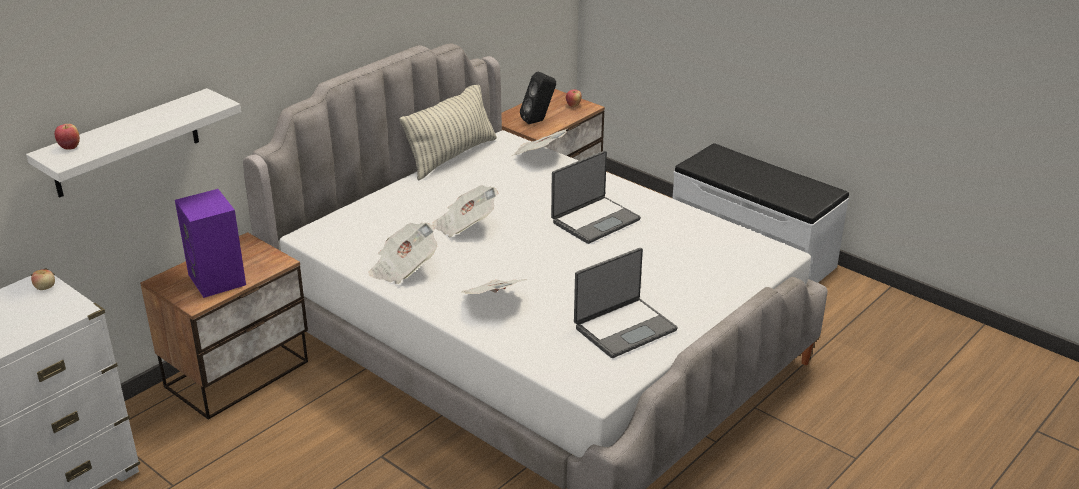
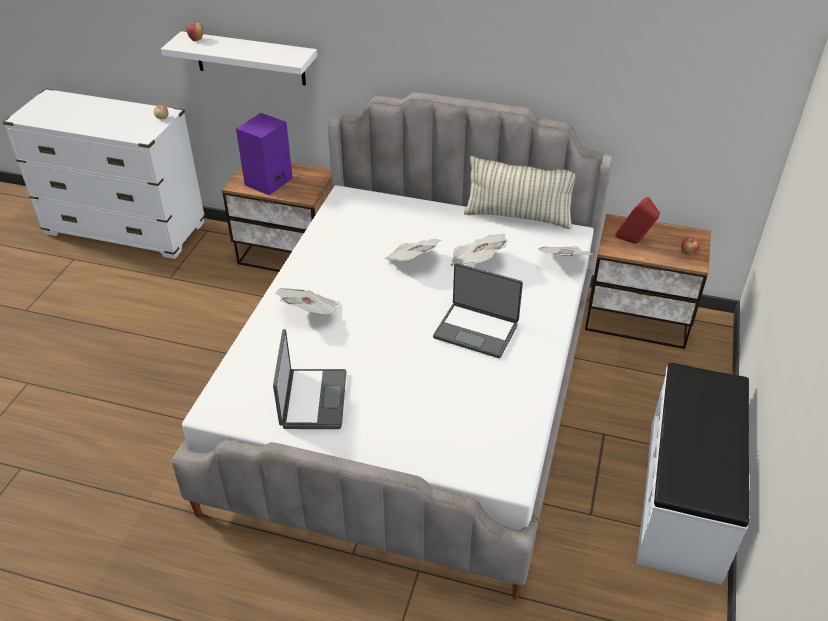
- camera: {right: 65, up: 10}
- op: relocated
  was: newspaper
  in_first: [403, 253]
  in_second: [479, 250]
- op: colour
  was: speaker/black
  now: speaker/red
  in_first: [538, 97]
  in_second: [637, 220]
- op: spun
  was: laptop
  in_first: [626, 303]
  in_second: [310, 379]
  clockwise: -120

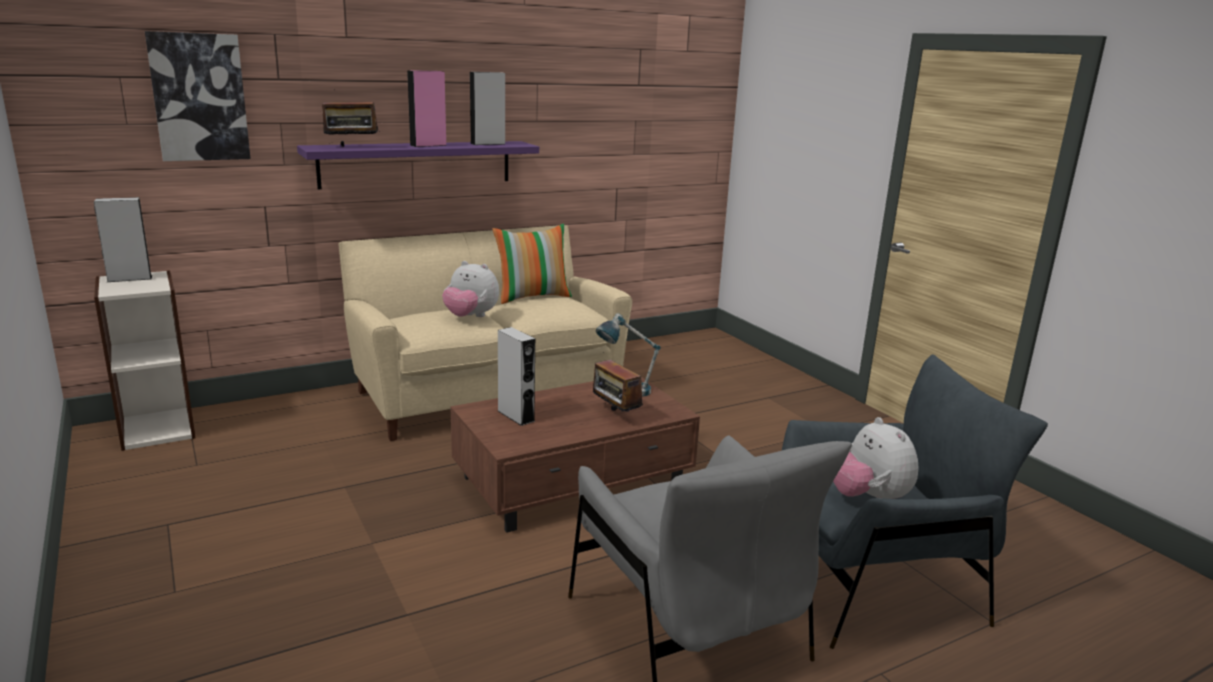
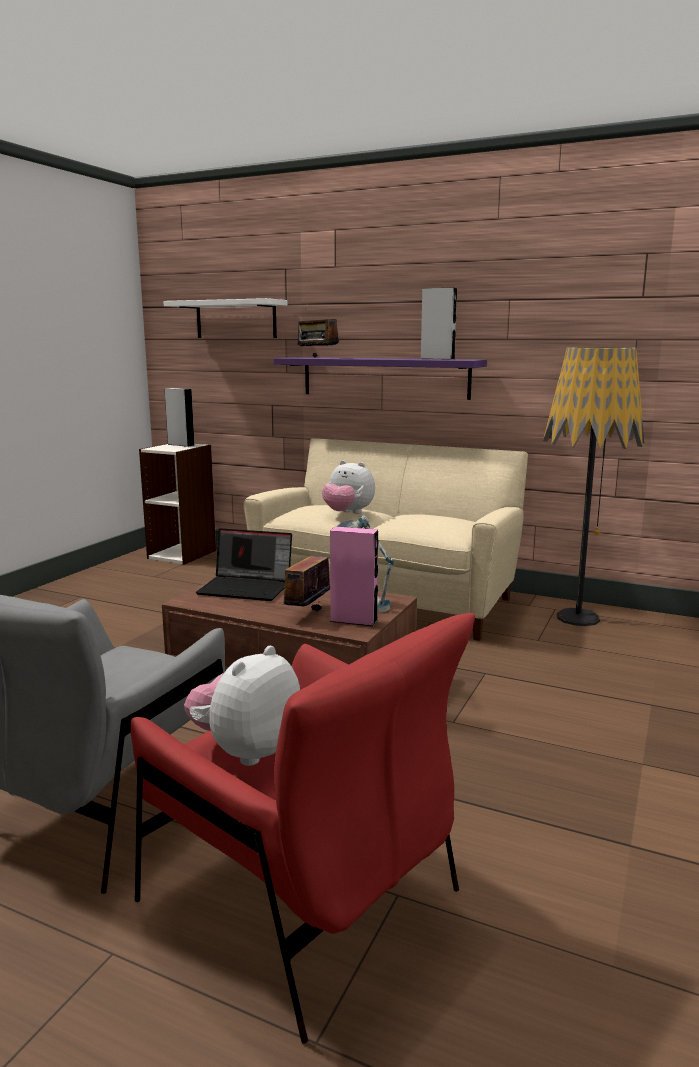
- camera: {right: 55, up: -5}
- op: exchanged
  was: picture
  now: shelf/white
  in_first: [198, 96]
  in_second: [225, 318]
- op: relocated
  was: speaker/pink
  in_first: [427, 108]
  in_second: [354, 576]
- op: spun
  was: plush toy
  in_first: [470, 289]
  in_second: [348, 487]
  clockwise: -45
- op: missing
  was: pillow
  in_first: [532, 264]
- op: exchanged
  was: speaker/grey
  now: laptop
  in_first: [516, 376]
  in_second: [244, 564]
- op: colour
  was: armchair/grey
  now: armchair/red
  in_first: [915, 501]
  in_second: [302, 828]
- op: appeared
  now: floor lamp
  in_second: [593, 486]

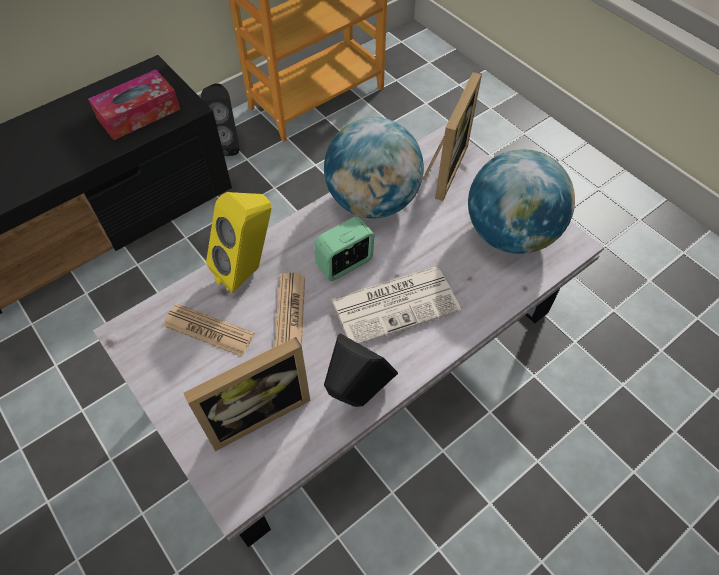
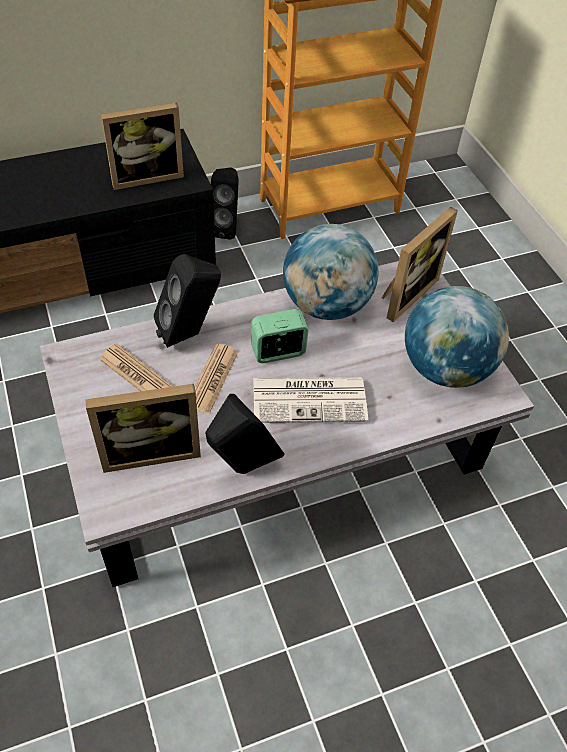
- camera: {right: 15, up: -5}
- op: exchanged
  was: tissue box
  now: picture frame
  in_first: [134, 105]
  in_second: [142, 146]
- op: colour
  was: speaker/yellow
  now: speaker/black
  in_first: [238, 242]
  in_second: [187, 301]

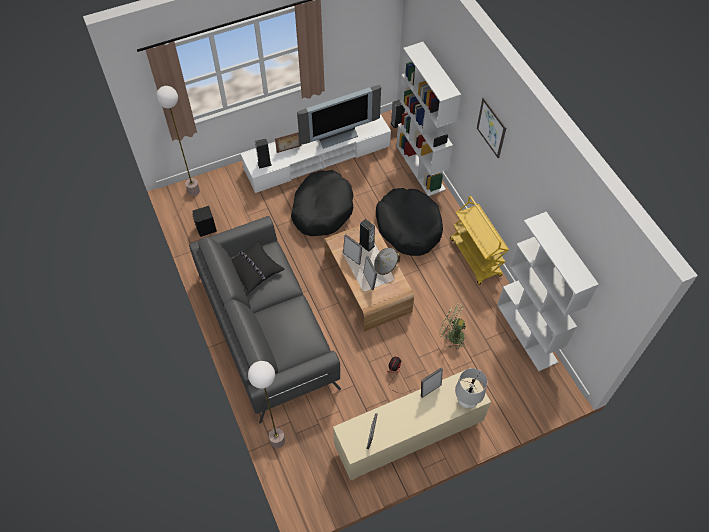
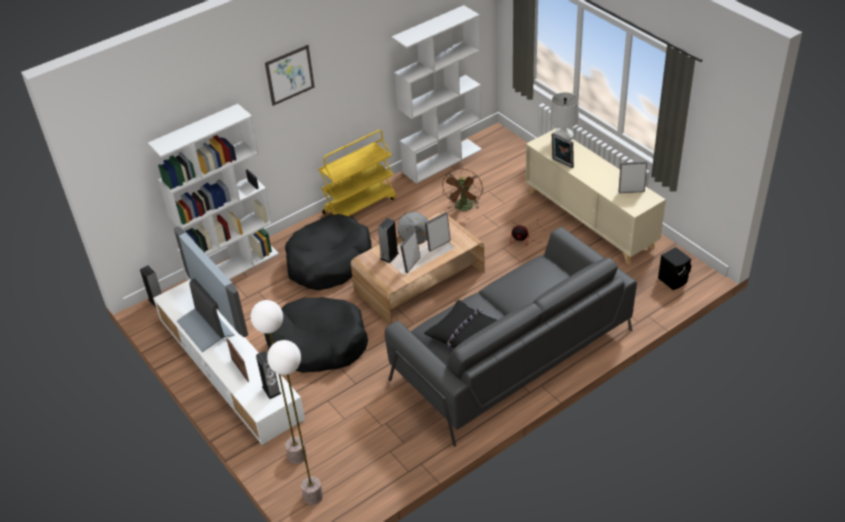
- camera: {right: -100, up: -15}
- op: relocated
  was: speaker/black
  in_first: [204, 221]
  in_second: [674, 268]
- op: relocated
  was: floor lamp
  in_first: [266, 404]
  in_second: [279, 382]
- op: colour
  was: fan/green
  now: fan/brown
  in_first: [454, 326]
  in_second: [462, 190]

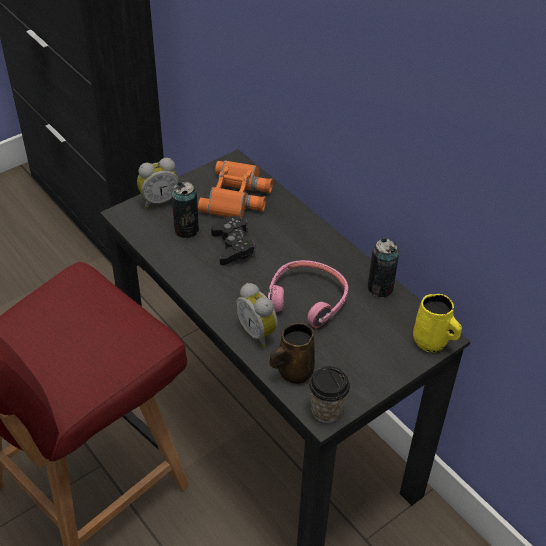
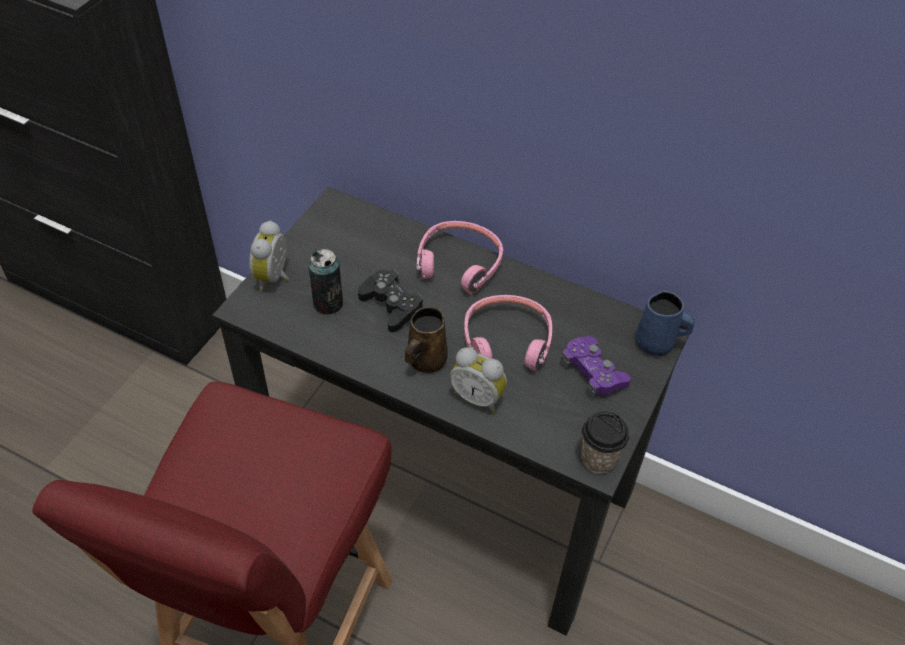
- camera: {right: -25, up: 5}
- op: spun
  was: alarm clock
  in_first: [158, 183]
  in_second: [269, 256]
  clockwise: 150
- op: missing
  was: binoculars/orange
  in_first: [235, 189]
- op: relocated
  was: mug/brown
  in_first: [292, 353]
  in_second: [426, 340]
- op: missing
  was: can
  in_first: [383, 267]
- op: colour
  was: mug/yellow
  now: mug/blue
  in_first: [437, 323]
  in_second: [665, 323]
- op: appeared
  now: headphones/pink
  in_second: [460, 257]
- op: appeared
  now: game controller/purple
  in_second: [595, 367]

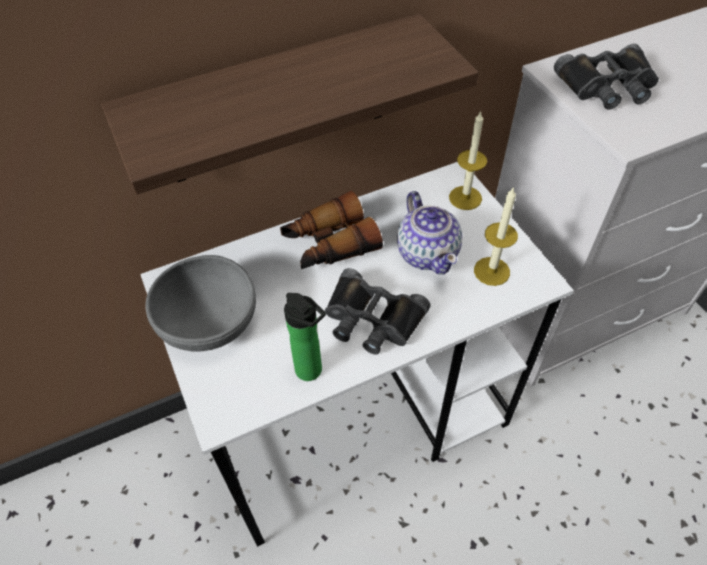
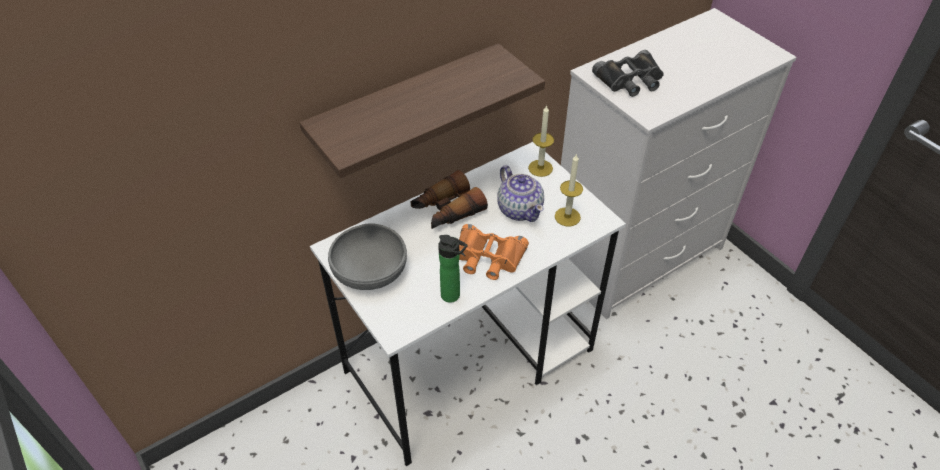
- camera: {right: -10, up: -5}
- op: colour
  was: binoculars/black
  now: binoculars/orange
  in_first: [378, 311]
  in_second: [494, 252]

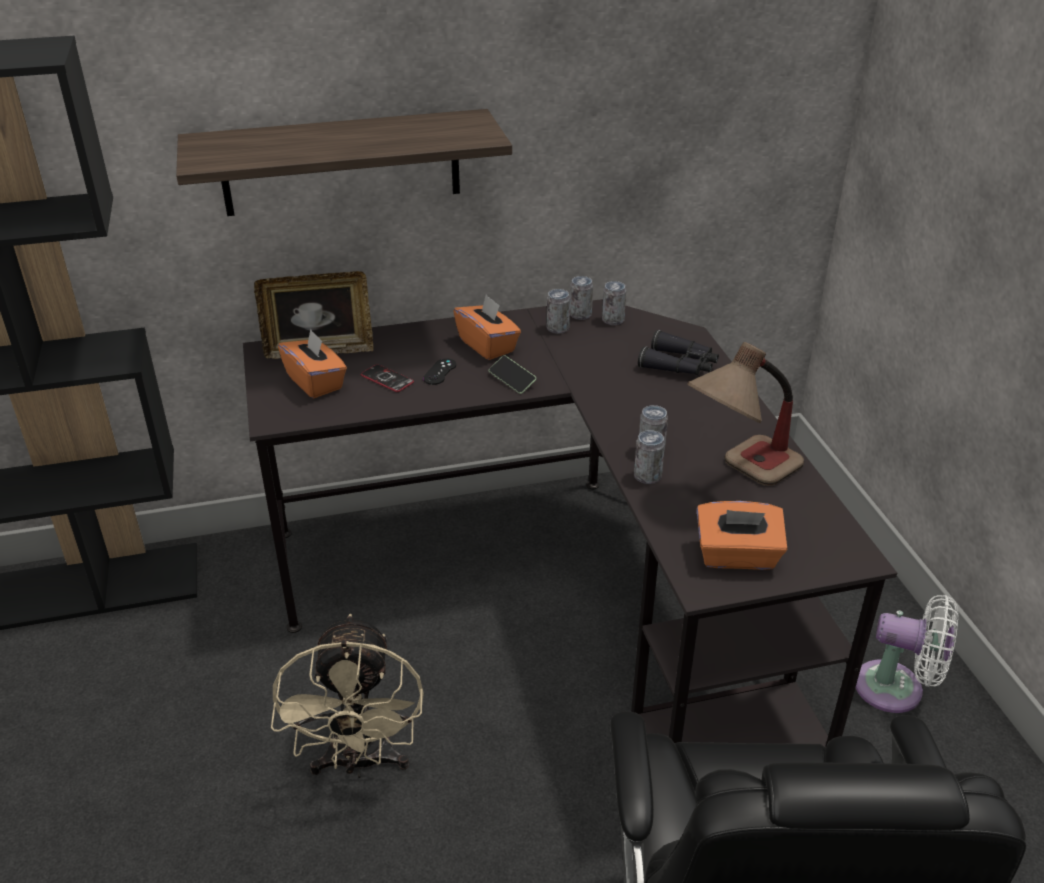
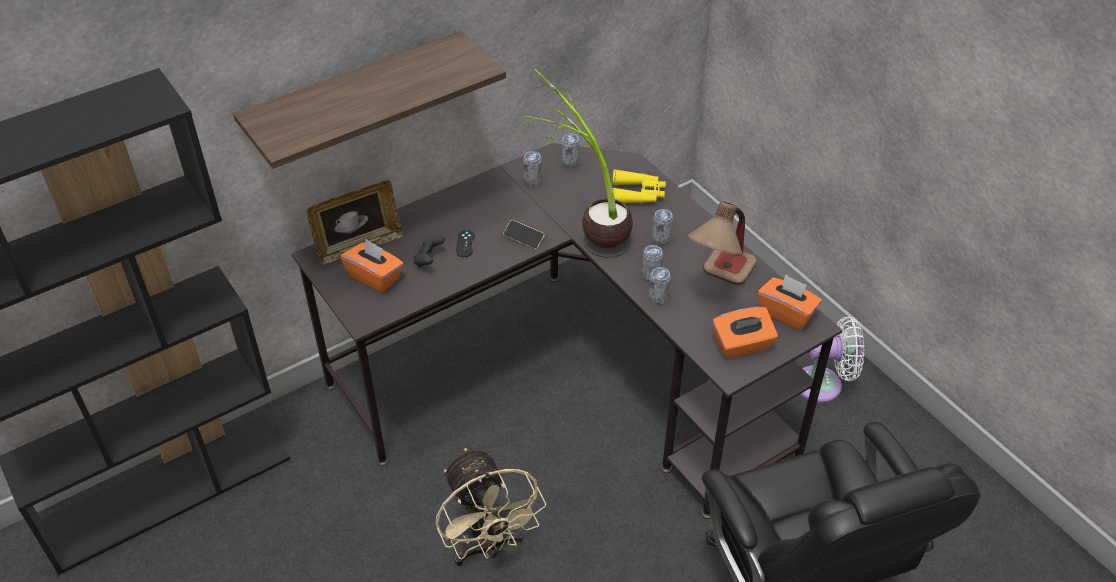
- camera: {right: -20, up: 10}
- op: exchanged
  was: phone
  now: game controller/black
  in_first: [387, 378]
  in_second: [429, 251]
- op: relocated
  was: tissue box/orange
  in_first: [487, 327]
  in_second: [790, 302]
- op: relocated
  was: can
  in_first: [581, 298]
  in_second: [662, 227]
- op: colour
  was: binoculars/black
  now: binoculars/yellow
  in_first: [678, 352]
  in_second: [639, 186]
- op: appeared
  now: potted plant
  in_second: [578, 163]

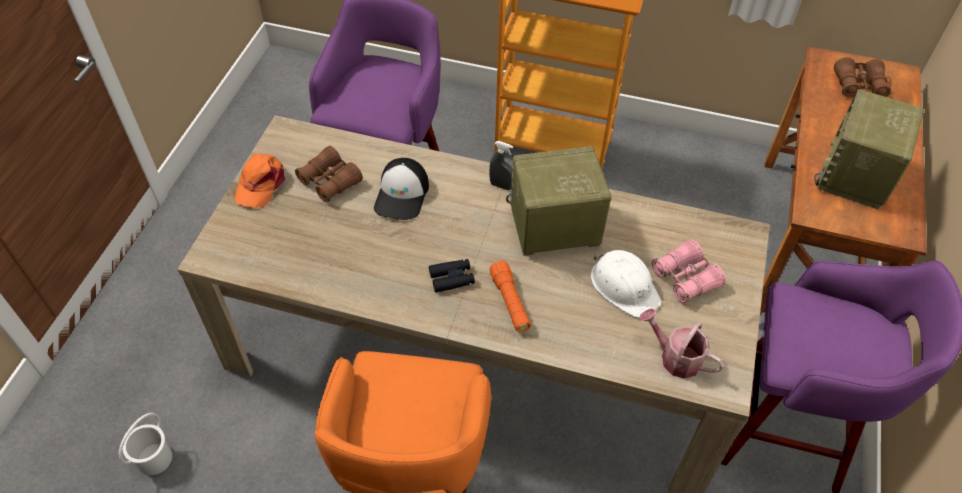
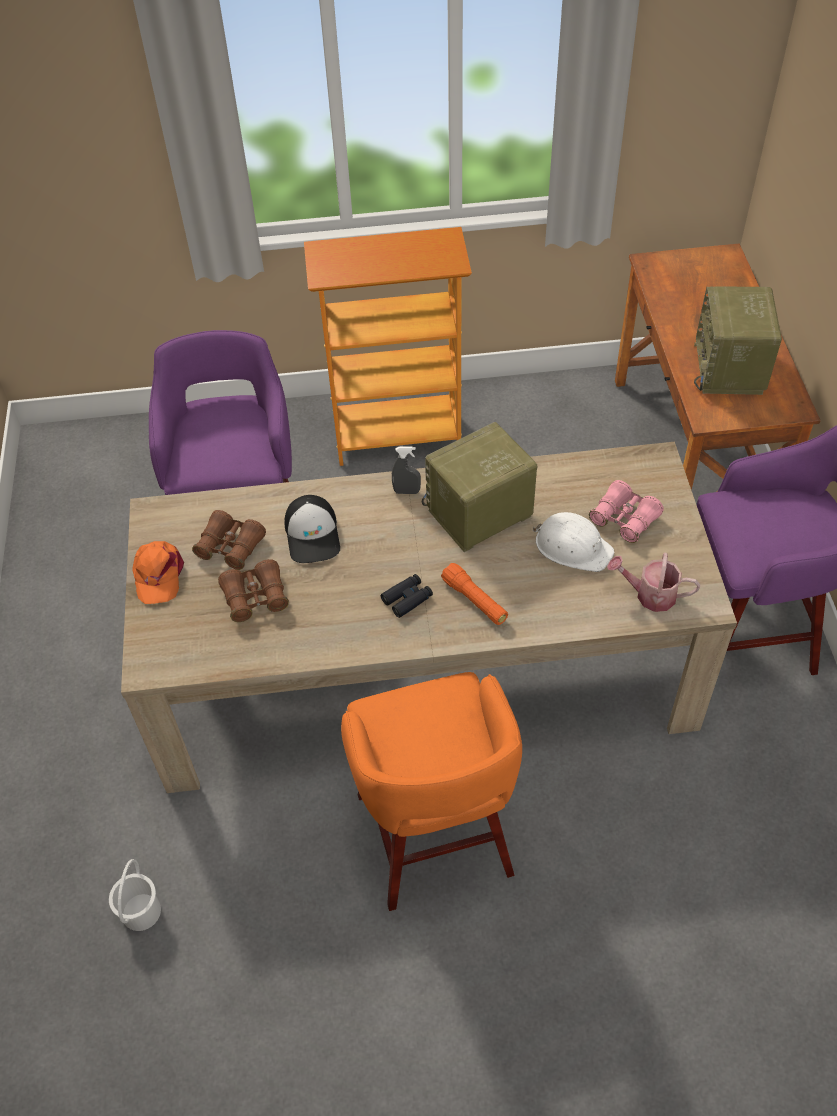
- camera: {right: -20, up: 0}
- op: relocated
  was: binoculars/brown
  in_first: [862, 77]
  in_second: [253, 590]

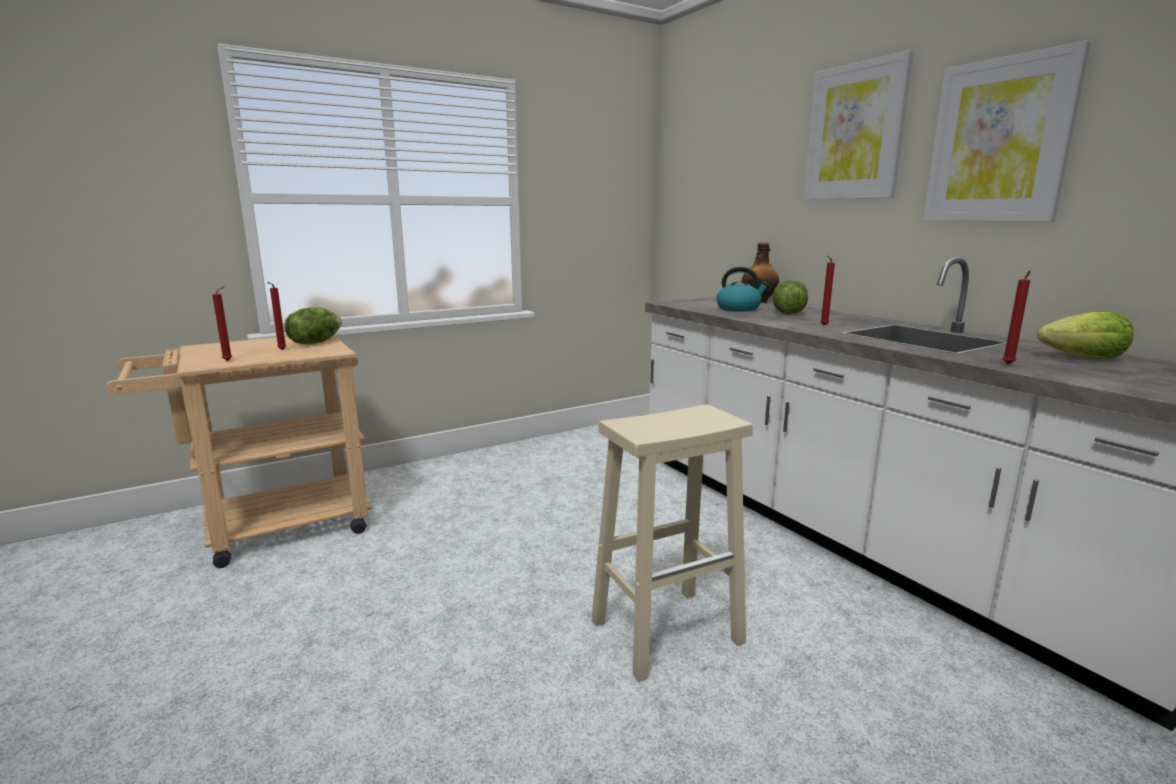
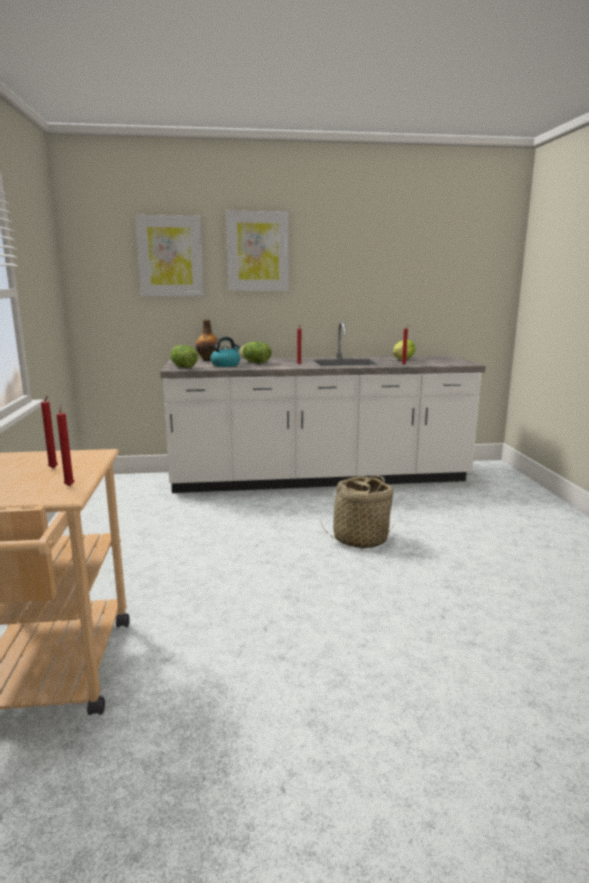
- camera: {right: -65, up: 0}
- op: relocated
  was: lettuce
  in_first: [313, 325]
  in_second: [184, 356]
- op: exchanged
  was: stool/beige
  now: basket
  in_first: [672, 543]
  in_second: [357, 511]
- op: relocated
  was: picture
  in_first: [1007, 131]
  in_second: [169, 255]

